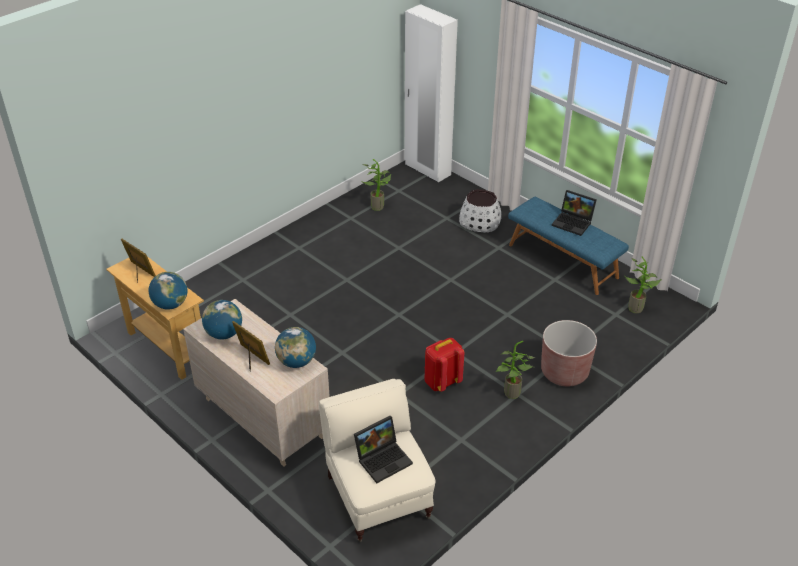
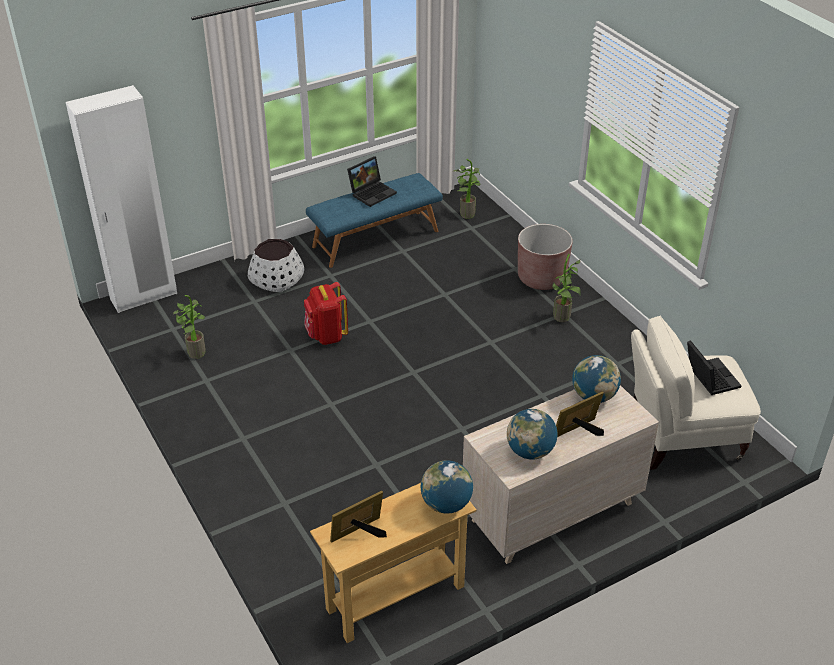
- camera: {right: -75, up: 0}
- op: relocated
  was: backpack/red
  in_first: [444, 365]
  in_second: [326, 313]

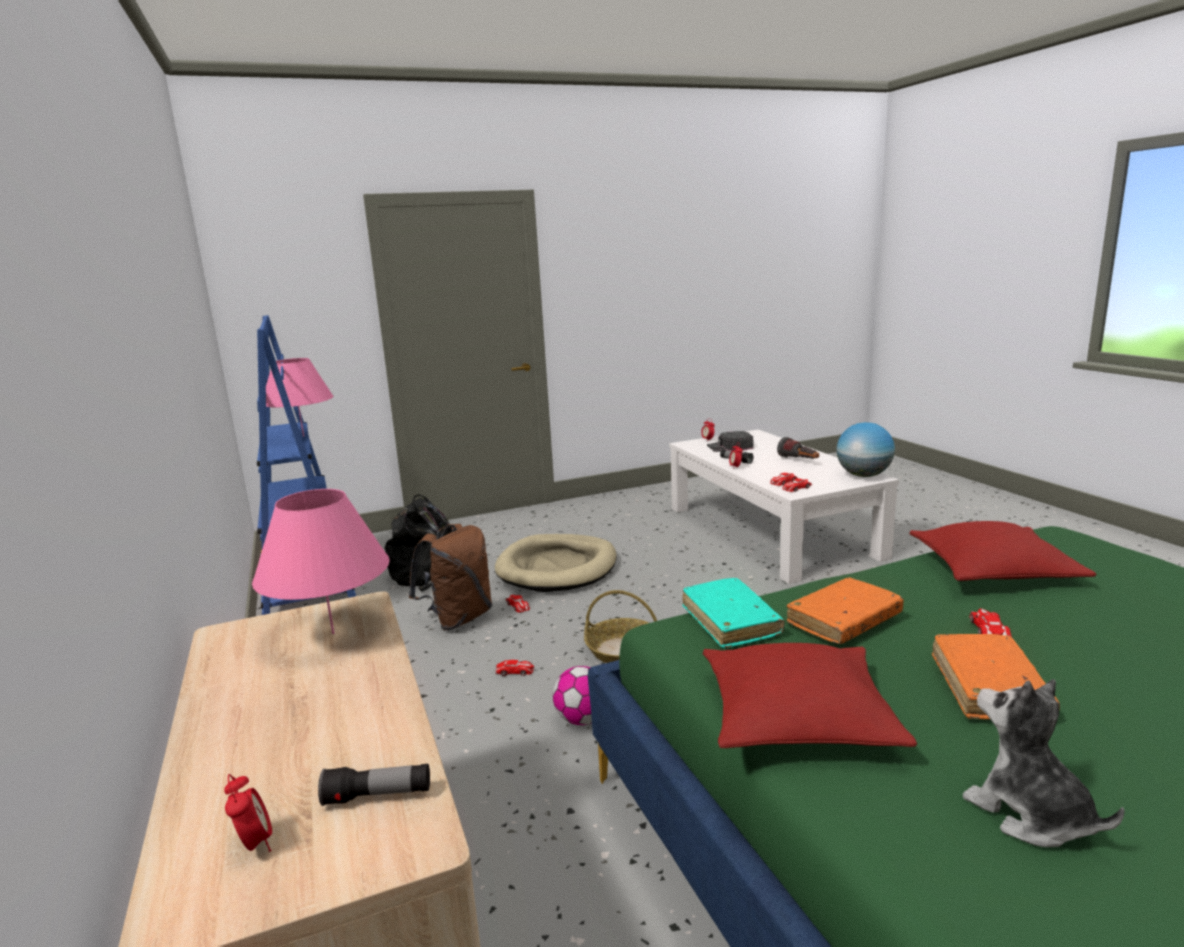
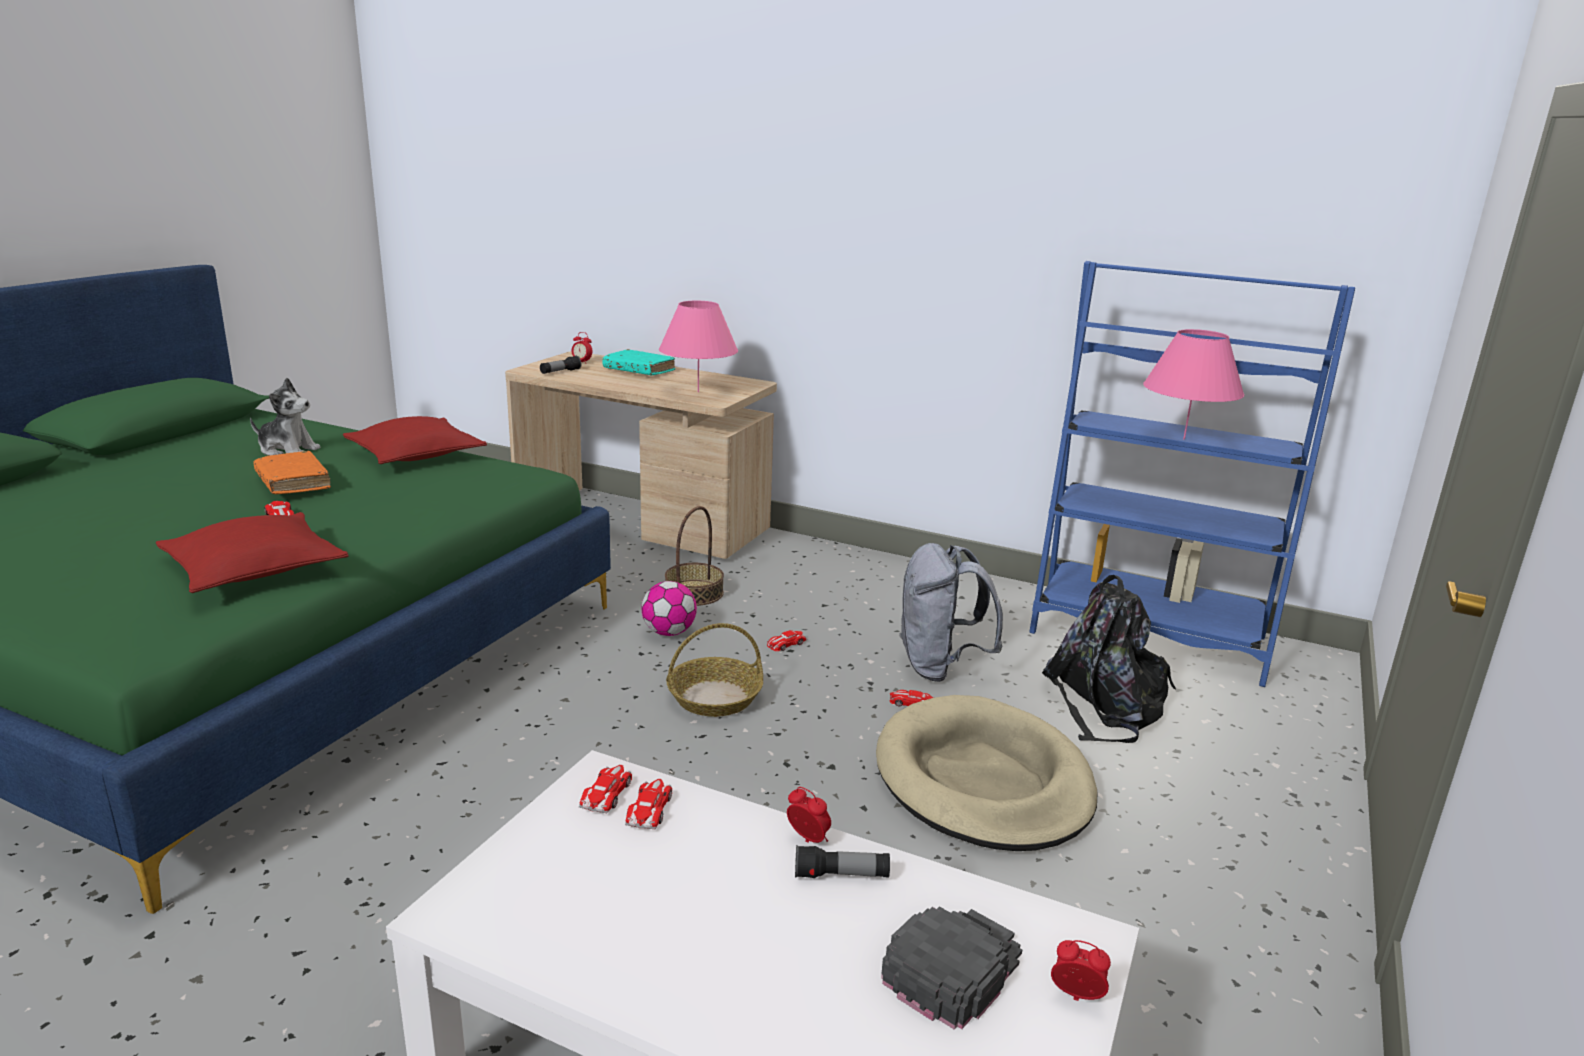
- camera: {right: 135, up: 5}
- op: colour
  was: backpack/brown
  now: backpack/grey
  in_first: [450, 577]
  in_second: [951, 612]
- op: relocated
  was: book/turquoise
  in_first: [733, 613]
  in_second: [638, 362]
- op: missing
  was: flashlight
  in_first: [798, 448]
- op: missing
  was: book/orange
  in_first: [845, 610]
- op: missing
  was: globe
  in_first: [865, 449]
- op: appeared
  now: basket
  in_second: [694, 556]

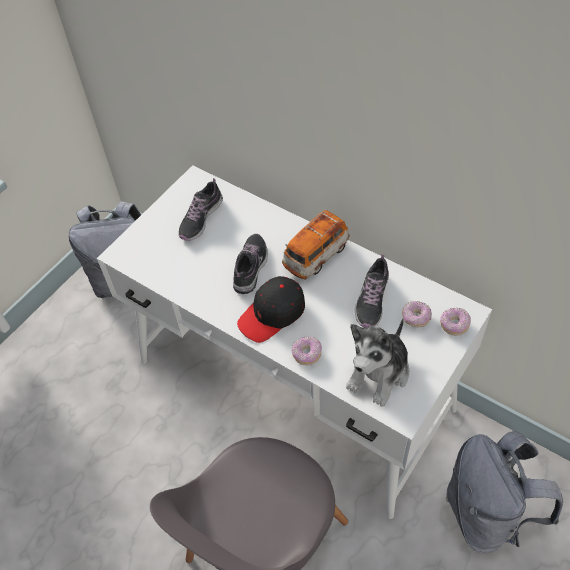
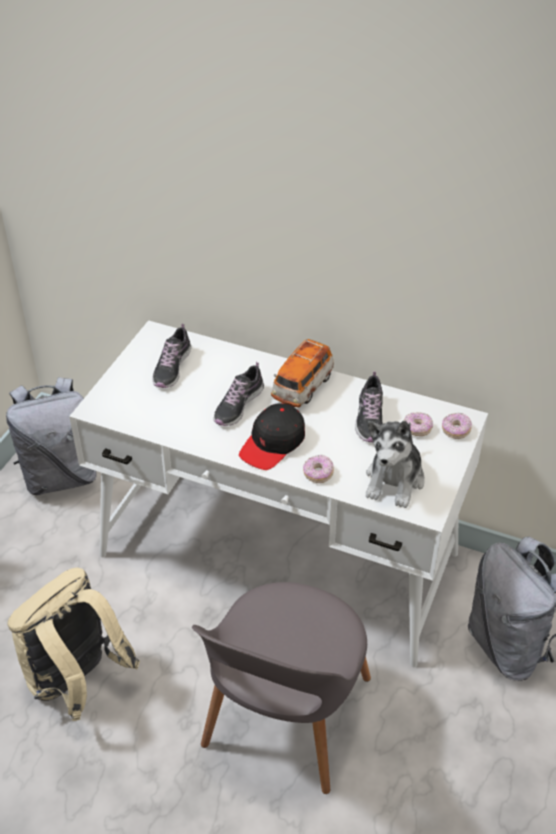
- camera: {right: -15, up: -10}
- op: spun
  was: shoe
  in_first: [250, 264]
  in_second: [239, 394]
  clockwise: -150
- op: appeared
  now: backpack/beige
  in_second: [74, 644]

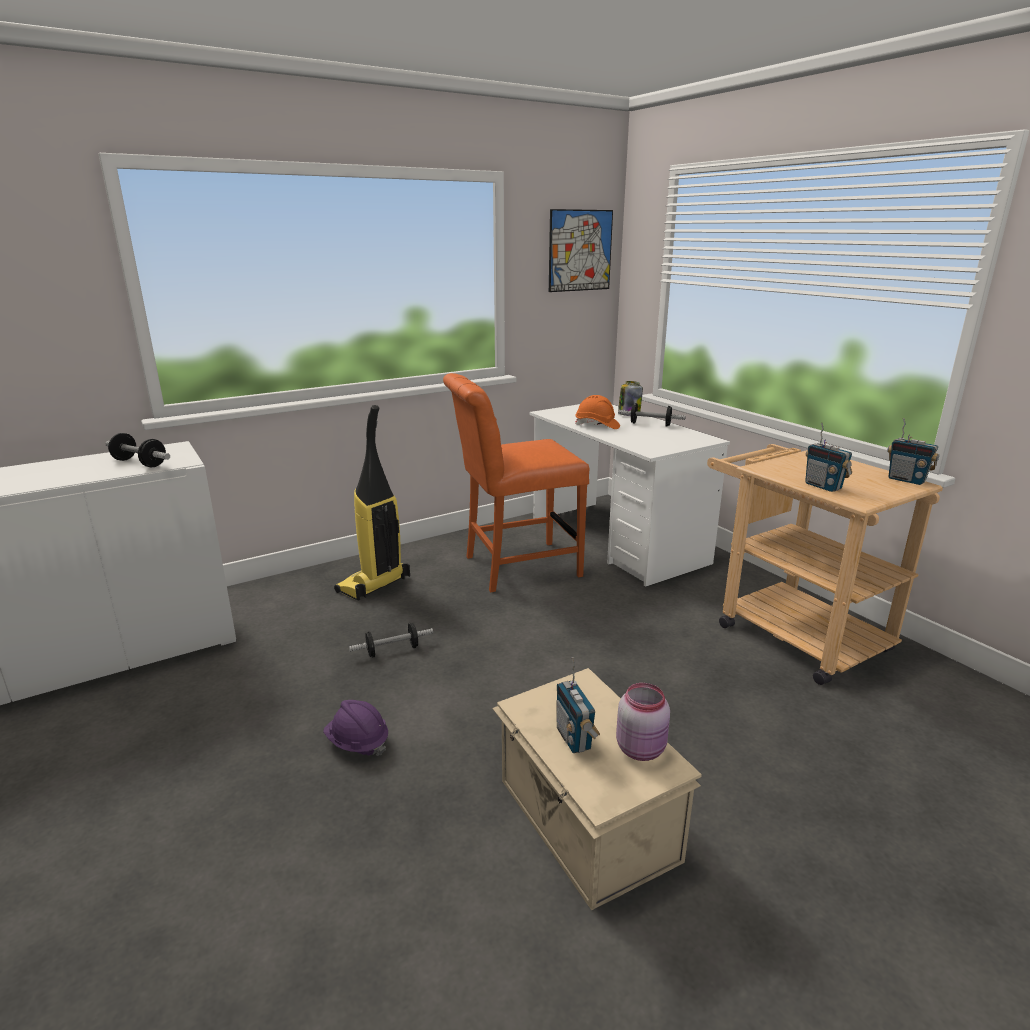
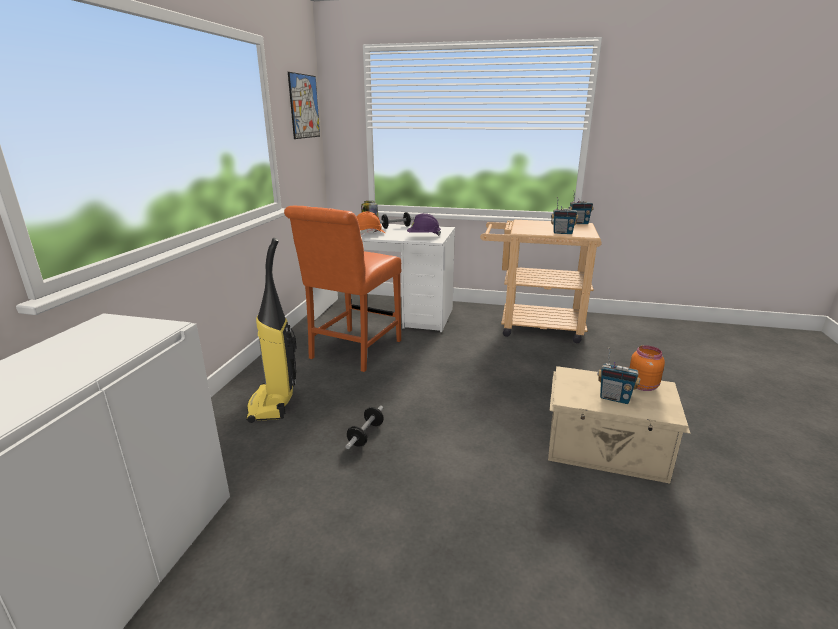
- camera: {right: -45, up: 0}
- op: missing
  was: dumbbell
  in_first: [137, 450]
- op: relocated
  was: hard hat/purple
  in_first: [355, 728]
  in_second: [424, 224]
- op: colour
  was: jar/pink
  now: jar/orange
  in_first: [643, 722]
  in_second: [647, 368]

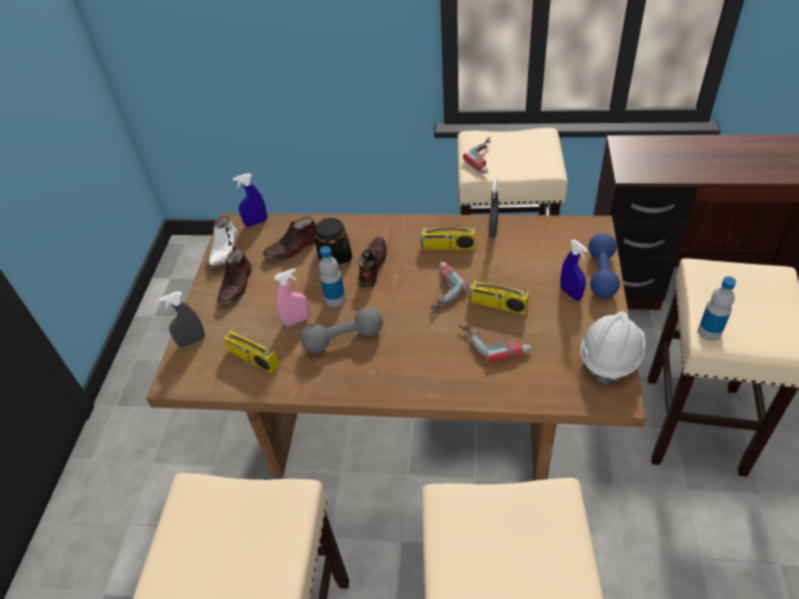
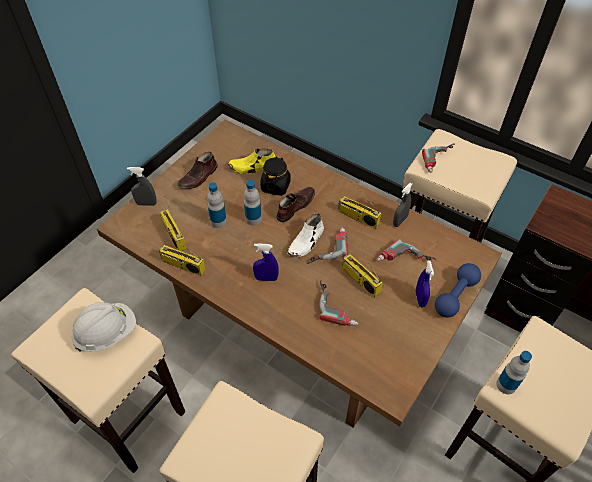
- camera: {right: 25, up: 5}
- op: relocated
  was: shoe/white
  in_first: [223, 241]
  in_second: [305, 235]
- op: relocated
  was: spray bottle/blue
  in_first: [250, 200]
  in_second: [266, 262]
- op: colour
  was: shoe/brown
  now: shoe/yellow
  in_first: [289, 238]
  in_second: [251, 161]
- op: exchanged
  was: spray bottle/pink
  now: bottle
  in_first: [291, 297]
  in_second: [217, 205]
- op: missing
  was: dumbbell/grey
  in_first: [341, 330]
- op: relocated
  was: hard hat/white
  in_first: [613, 348]
  in_second: [103, 327]
- op: appeared
  now: radio
  in_second: [182, 253]
- op: appeared
  now: power drill
  in_second: [406, 250]

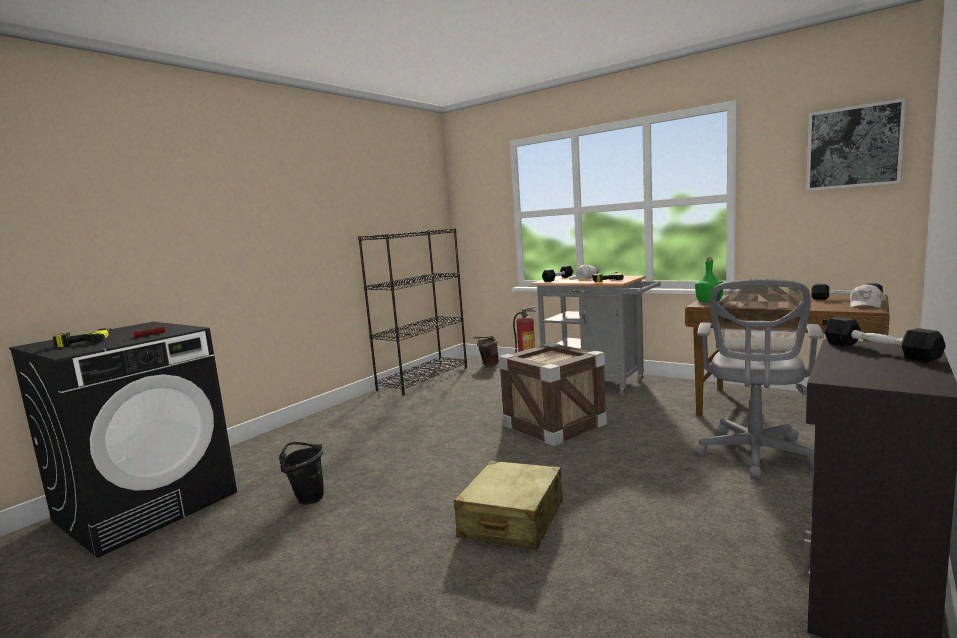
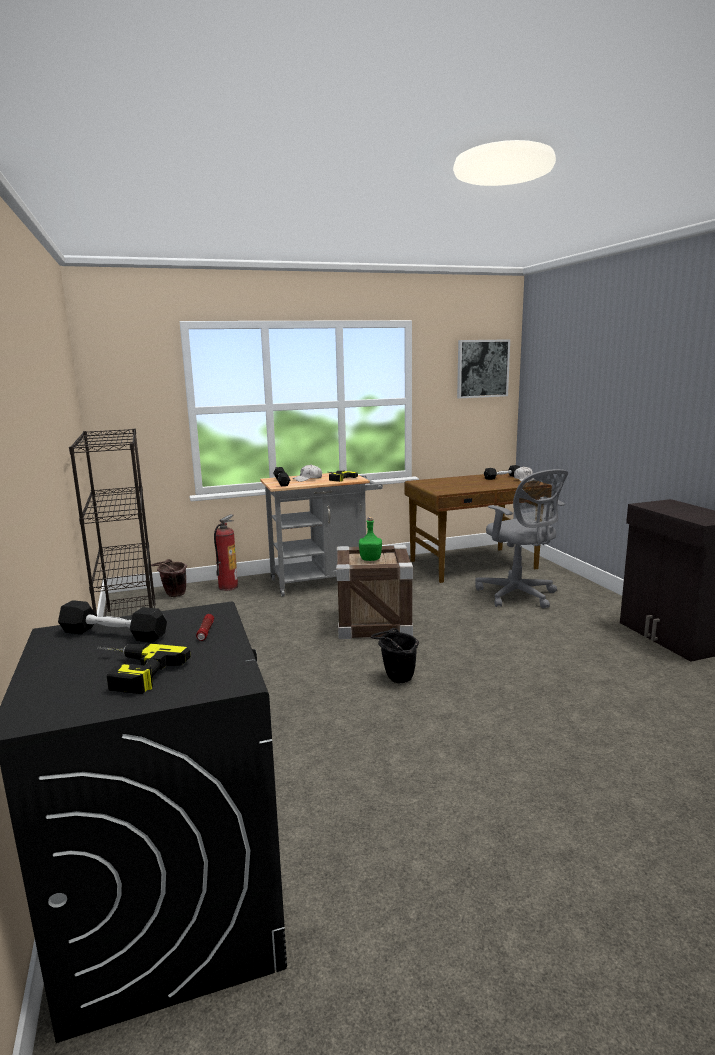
- camera: {right: -55, up: 5}
- op: relocated
  was: bucket/black
  in_first: [301, 473]
  in_second: [395, 655]
- op: missing
  was: suitcase/beige
  in_first: [508, 505]
- op: relocated
  was: bottle/green
  in_first: [709, 280]
  in_second: [370, 539]
- op: relocated
  was: dumbbell/black
  in_first: [885, 339]
  in_second: [112, 621]

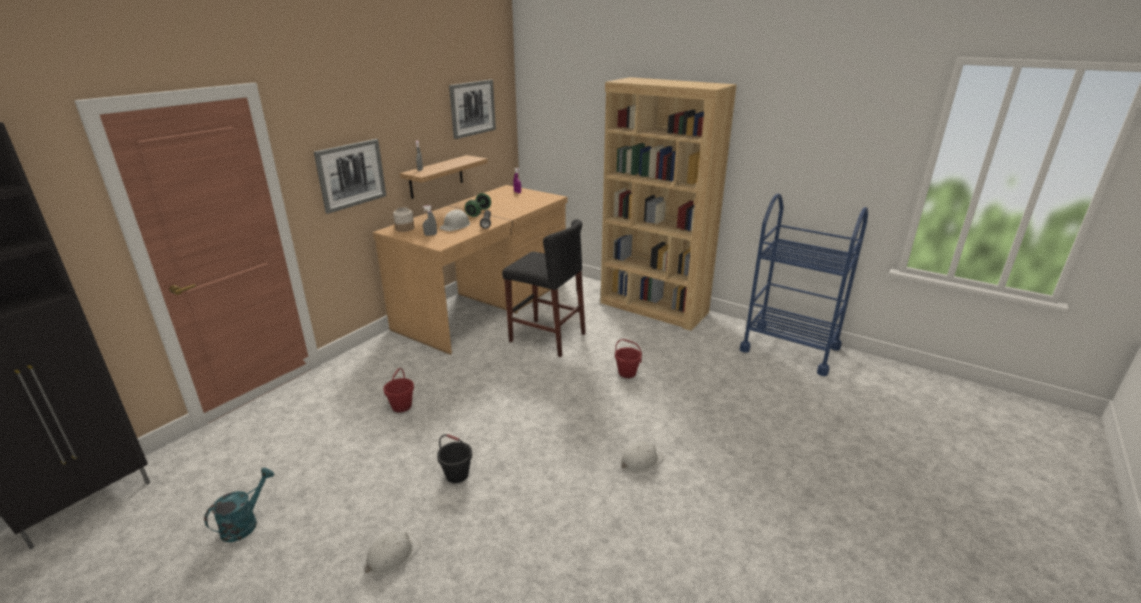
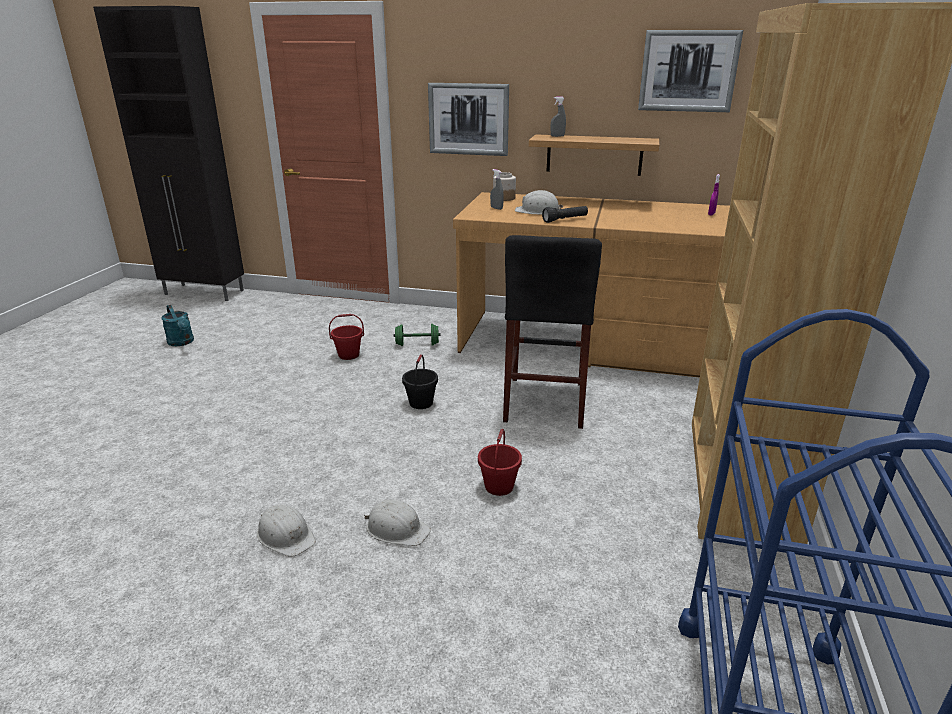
- camera: {right: 70, up: 0}
- op: spun
  was: watering can/turquoise
  in_first: [239, 505]
  in_second: [177, 325]
  clockwise: 45
- op: relocated
  was: hard hat/white
  in_first: [393, 553]
  in_second: [397, 522]
- op: relocated
  was: bucket/black
  in_first: [454, 458]
  in_second: [420, 381]
- op: relocated
  was: dumbbell/green
  in_first: [478, 205]
  in_second: [417, 335]

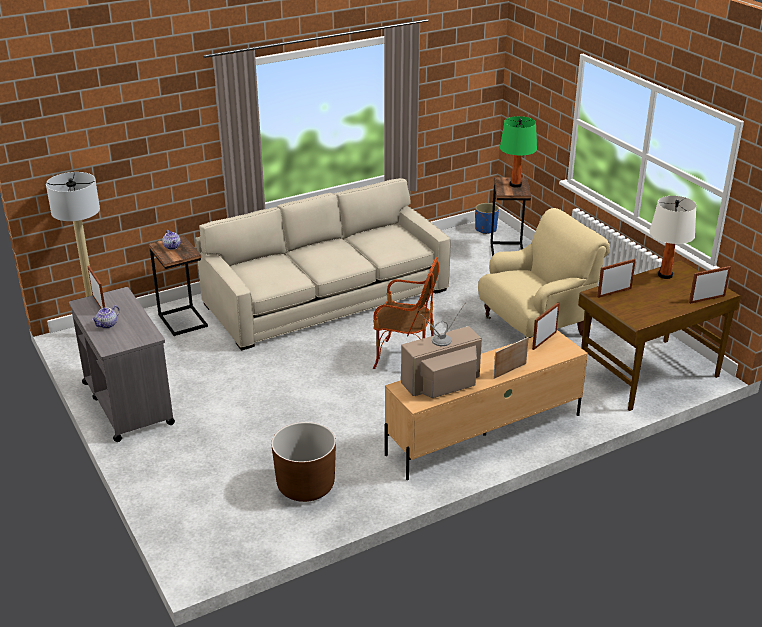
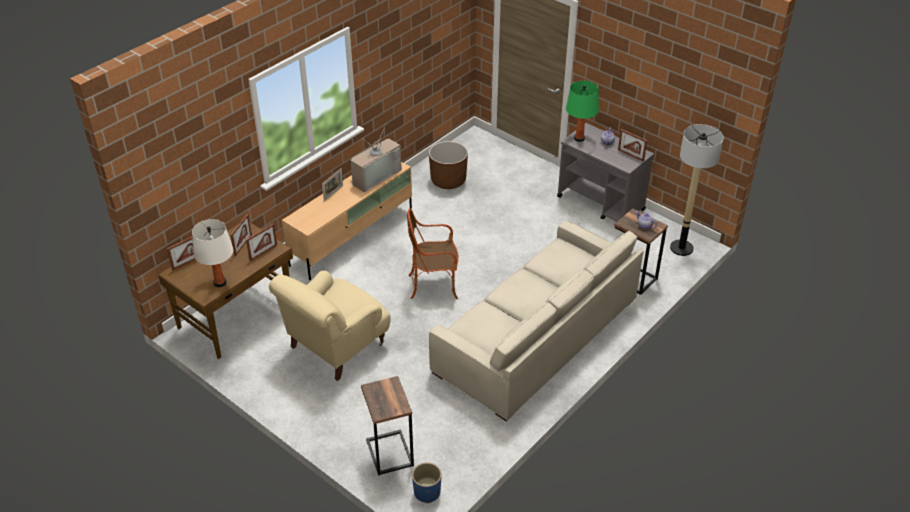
- camera: {right: 160, up: 10}
- op: relocated
  was: table lamp/green
  in_first: [518, 151]
  in_second: [582, 111]
- op: relocated
  was: picture frame
  in_first: [546, 326]
  in_second: [241, 235]

